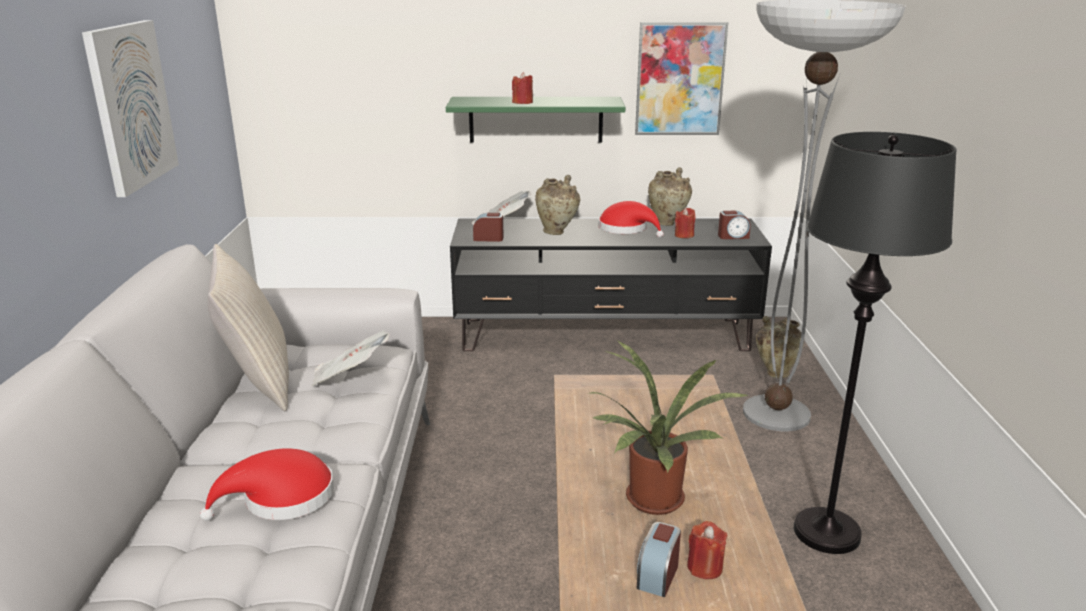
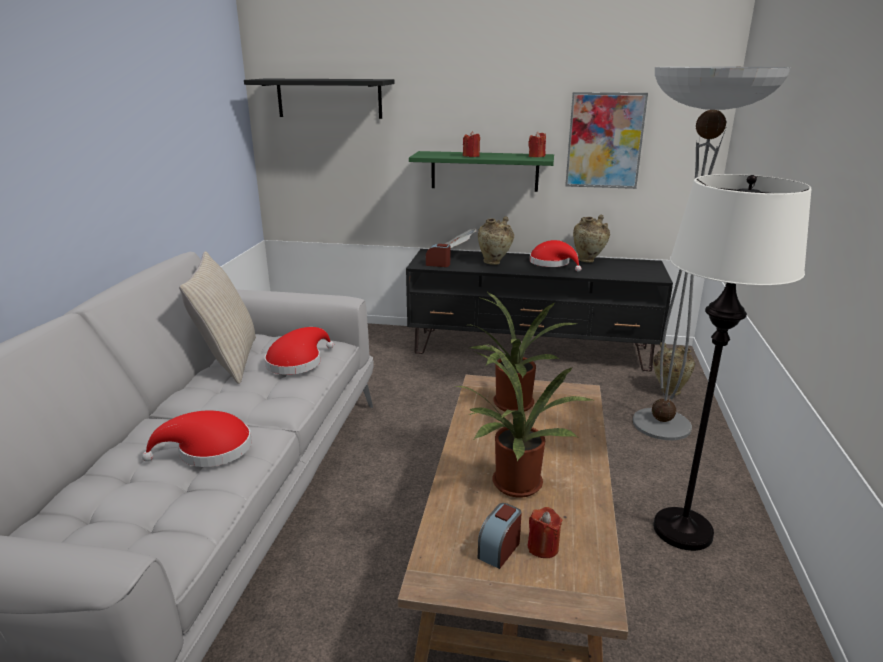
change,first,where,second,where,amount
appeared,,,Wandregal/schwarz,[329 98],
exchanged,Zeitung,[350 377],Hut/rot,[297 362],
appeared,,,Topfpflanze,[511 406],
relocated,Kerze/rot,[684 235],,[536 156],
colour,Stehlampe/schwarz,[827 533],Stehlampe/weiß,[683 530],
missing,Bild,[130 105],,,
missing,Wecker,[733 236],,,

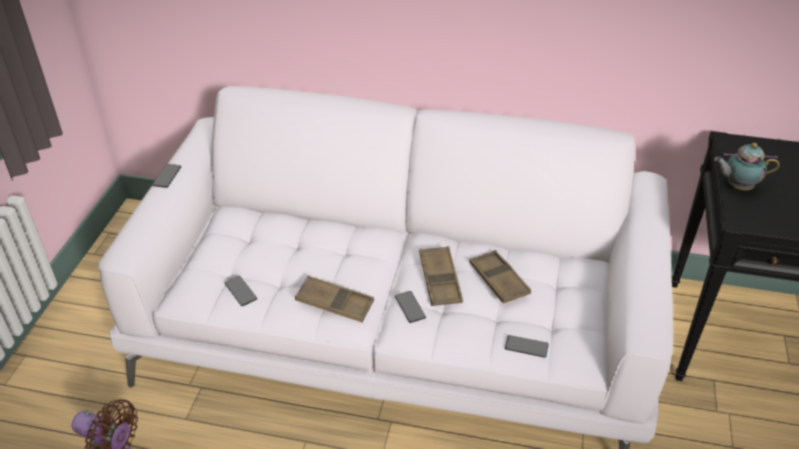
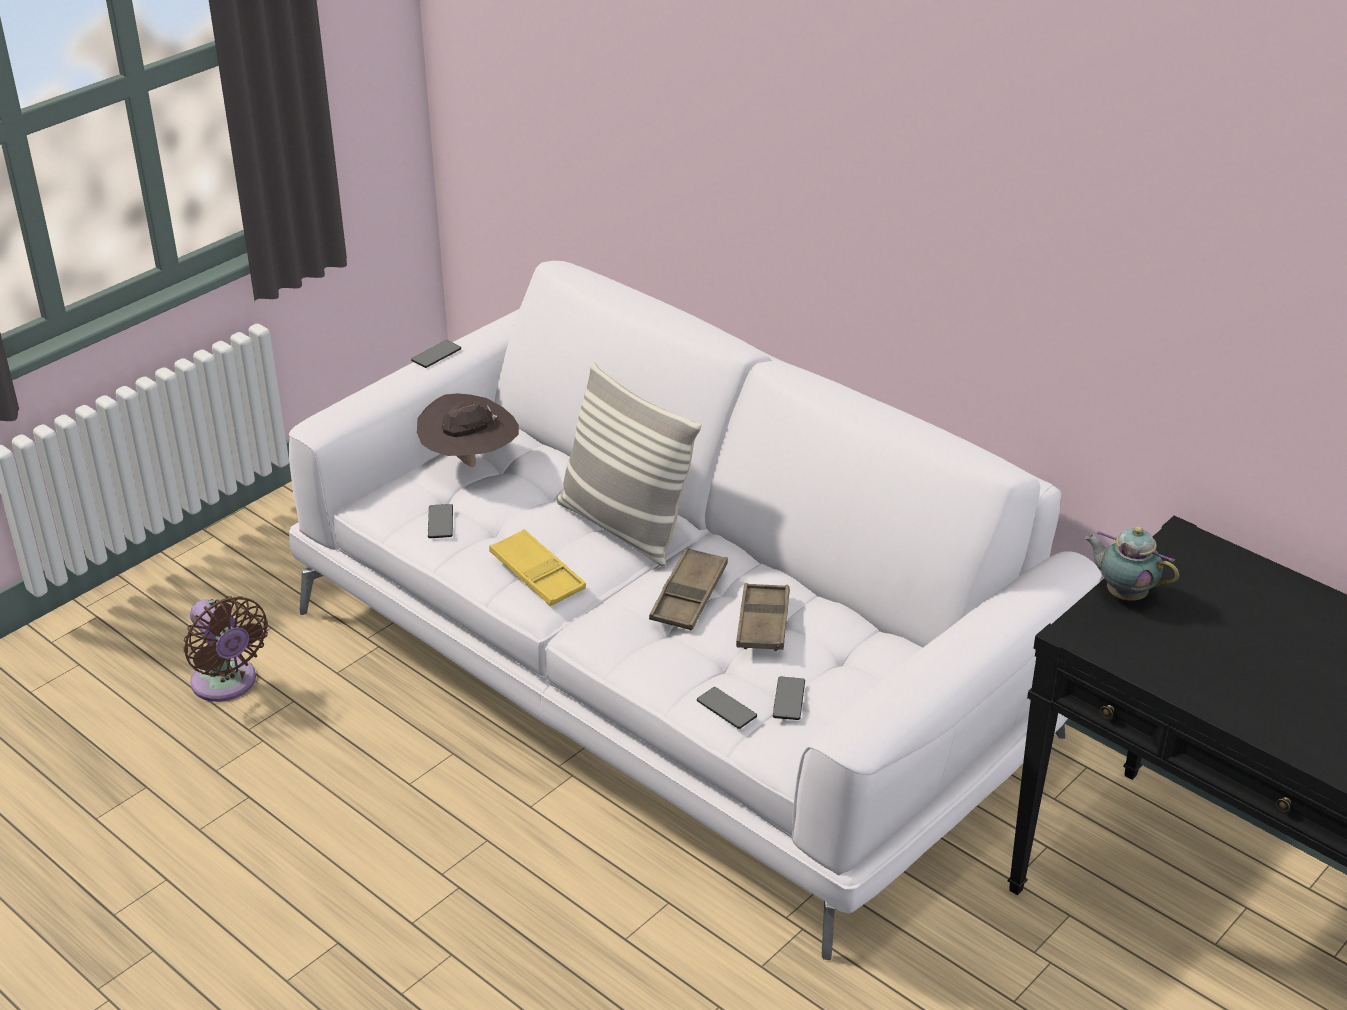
change,first,where,second,where,amount
appeared,,,Hut/braun,[470 462],
colour,Tablett/braun,[335 303],Tablett/gelb,[537 574],
appeared,,,Kissen,[623 527],
relocated,Handy,[410 307],,[788 699],

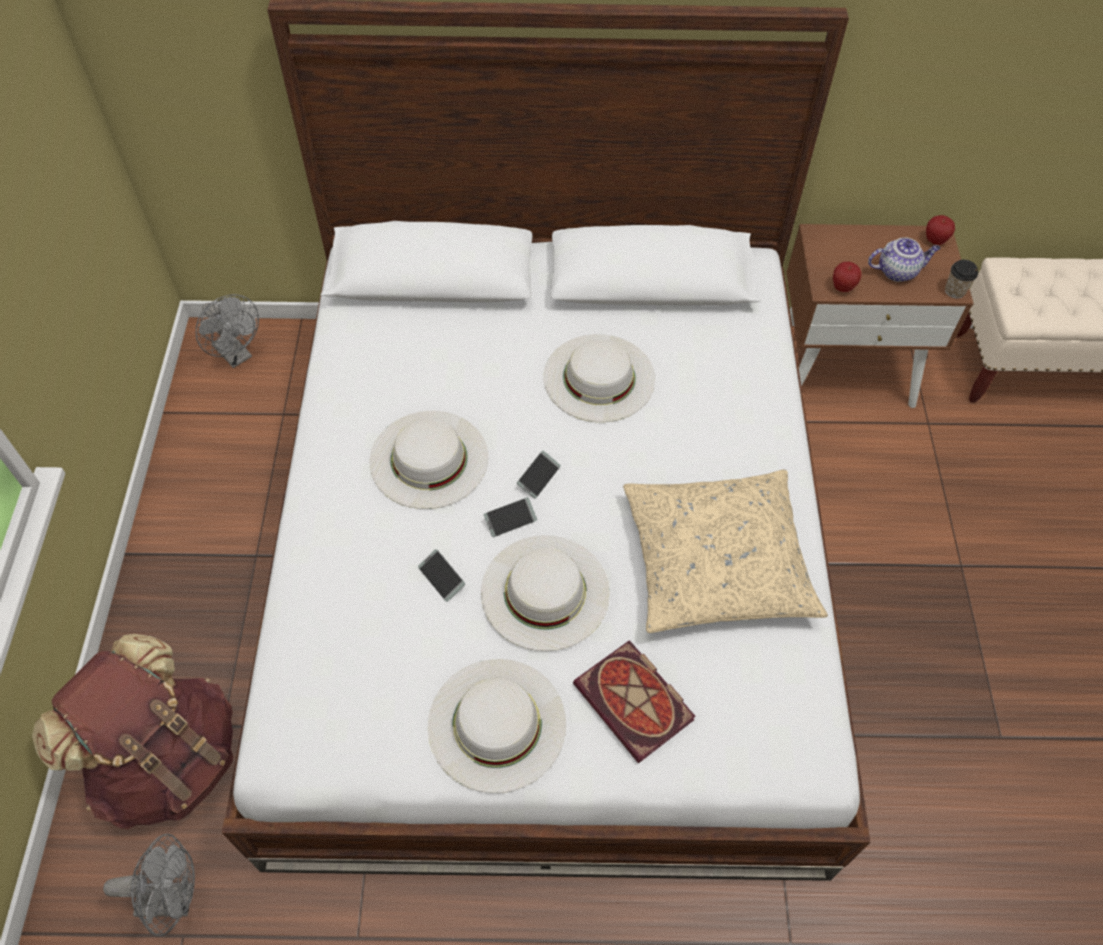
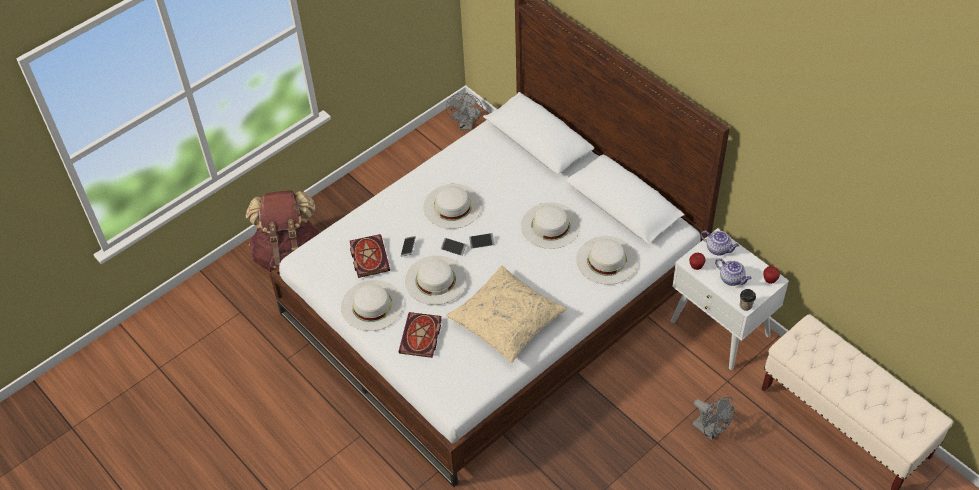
change,first,where,second,where,amount
appeared,,,Buch,[368 256],
appeared,,,Hut/weiß,[606 260],
colour,Nachttisch/braun,[845 368],Nachttisch/weiß,[720 328],
relocated,Ventilator/grau,[174 899],,[710 430],
appeared,,,Teekanne,[718 249],

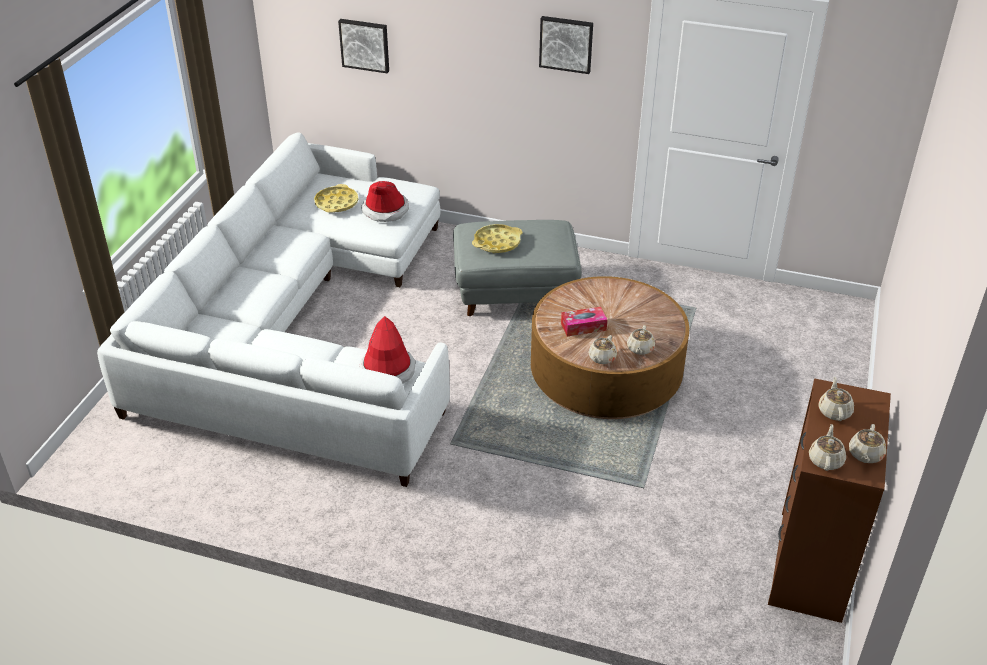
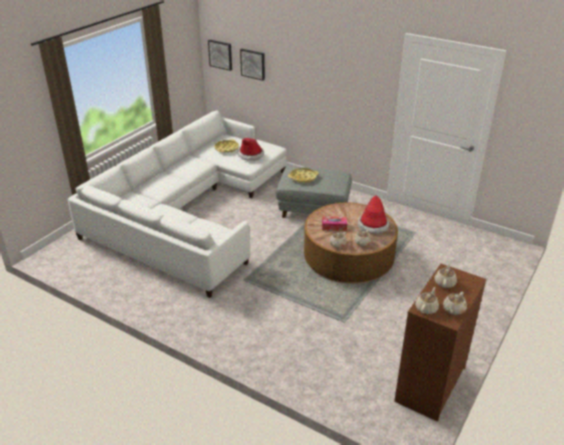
change,first,where,second,where,amount
relocated,Bild,[566 43],,[221 54],
relocated,Hut,[387 371],,[373 226],

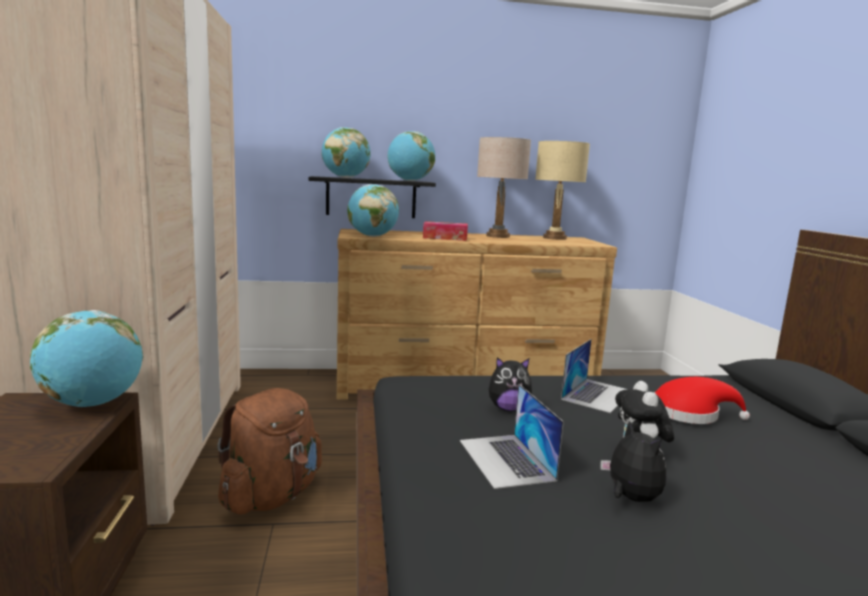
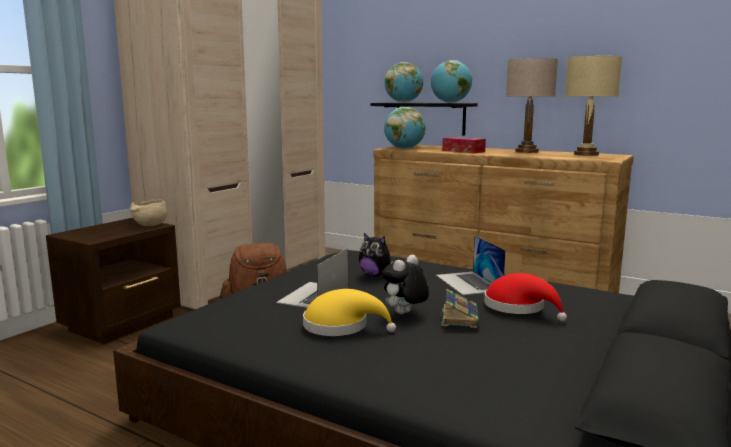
change,first,where,second,where,amount
exchanged,Globus,[93 404],Schüssel/beige,[150 225],
exchanged,Plüschtier,[630 498],Hut/gelb,[341 326],
spun,Laptop,[597 394],,[468 283],90 degrees clockwise
appeared,,,Buch,[459 318],

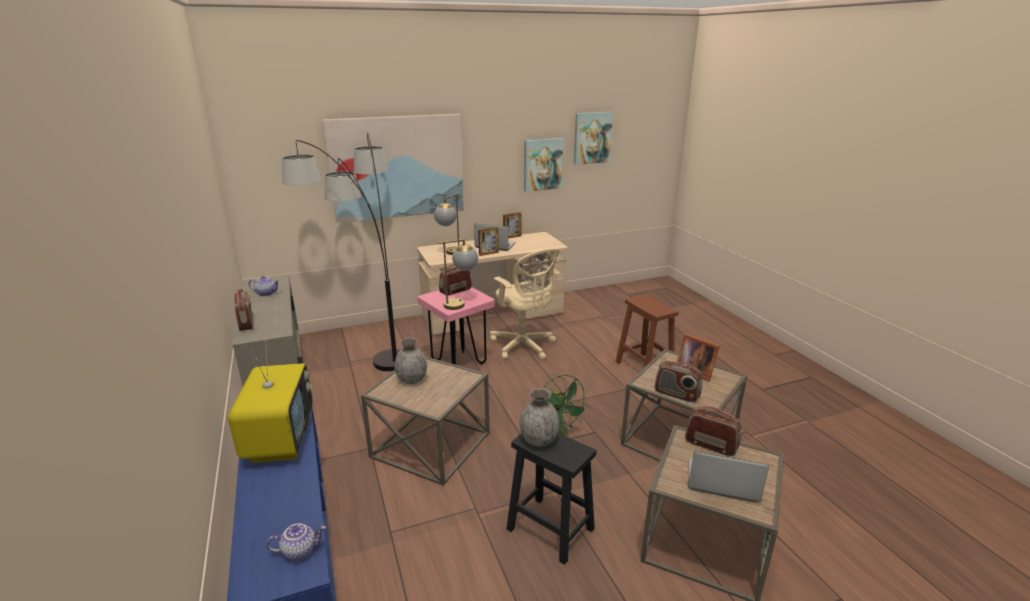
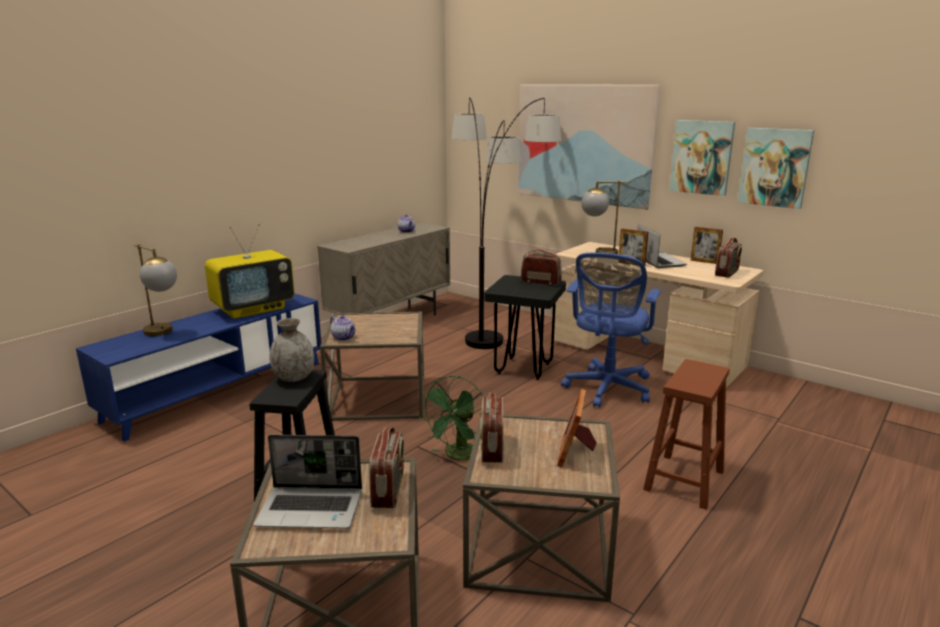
change,first,where,second,where,amount
relocated,Tischlampe,[461 304],,[164 333],
spun,Laptop,[721 482],,[312 508],105 degrees clockwise
relocated,Teekanne,[300 550],,[344 338],
colour,Hocker/rosa,[458 363],Hocker/schwarz,[523 368],
colour,Bürostuhl/beige,[524 347],Bürostuhl/blau,[607 389],
relocated,Bild,[592 138],,[701 157],
relocated,Radio,[246 323],,[727 273],
missing,Vase/grau,[412 380],,,

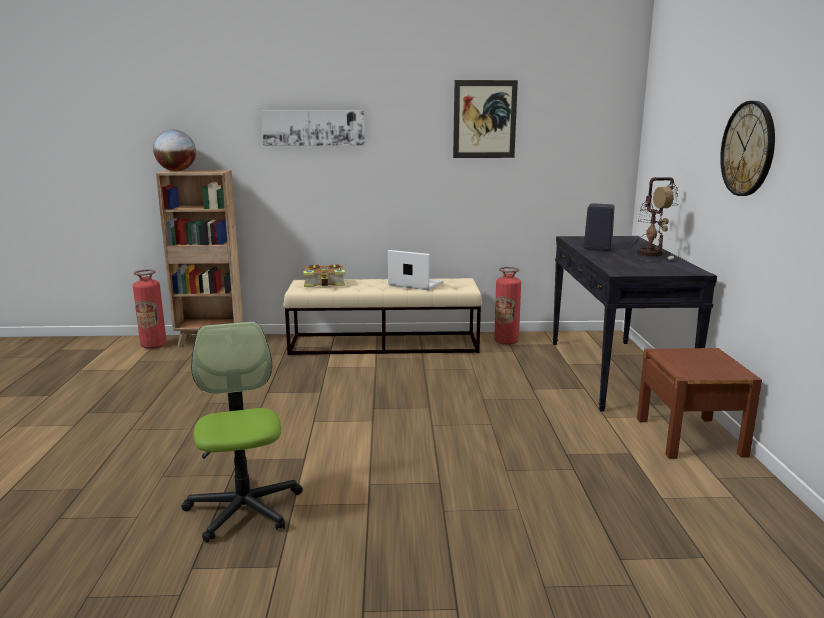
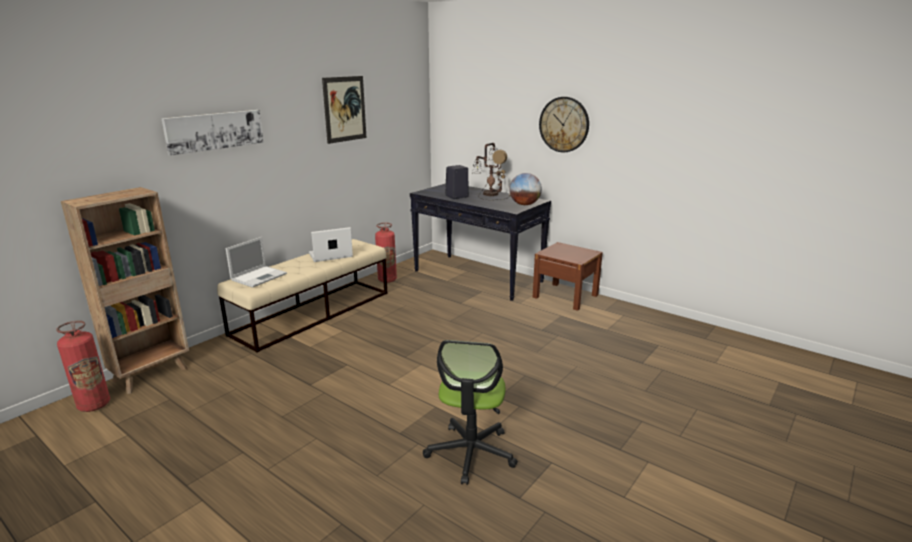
change,first,where,second,where,amount
exchanged,Buch,[325 283],Laptop,[259 276],
spun,Bürostuhl,[244 508],,[471 453],105 degrees counterclockwise
relocated,Globus,[177 171],,[524 204],

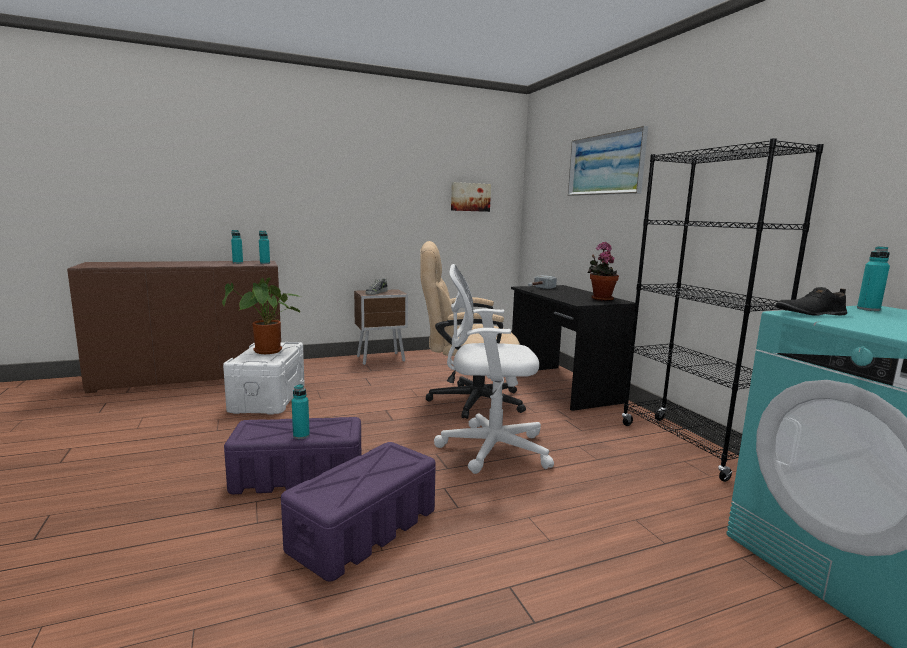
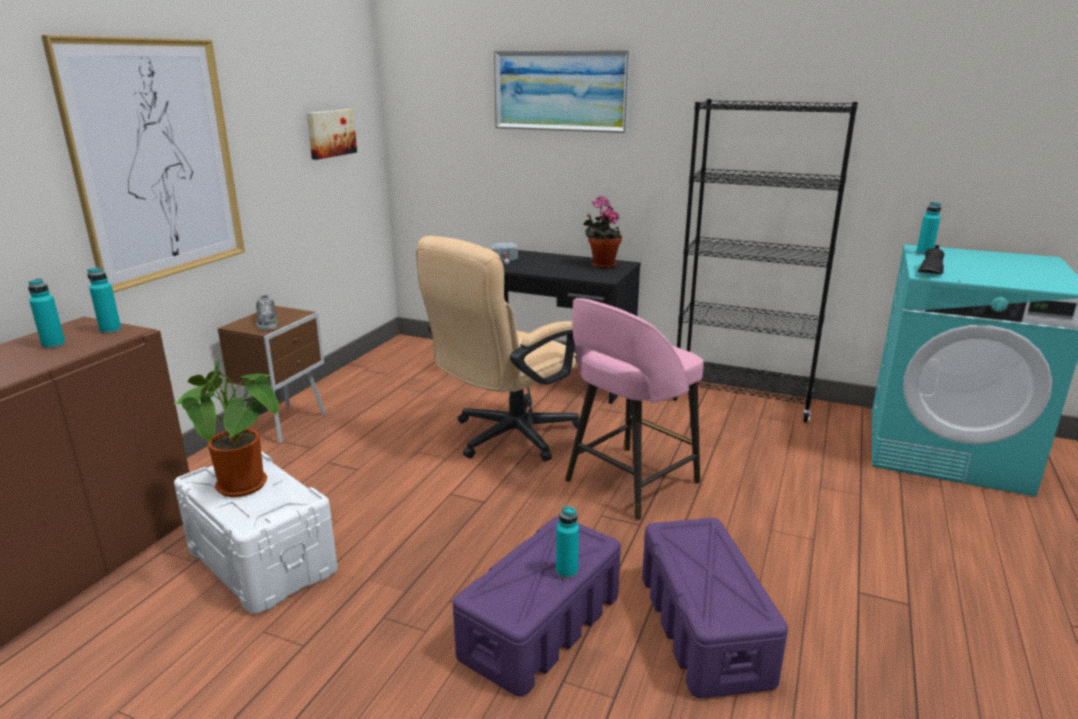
change,first,where,second,where,amount
appeared,,,Bild,[157 161],
exchanged,Bürostuhl/weiß,[488 448],Hocker/rosa,[629 483],

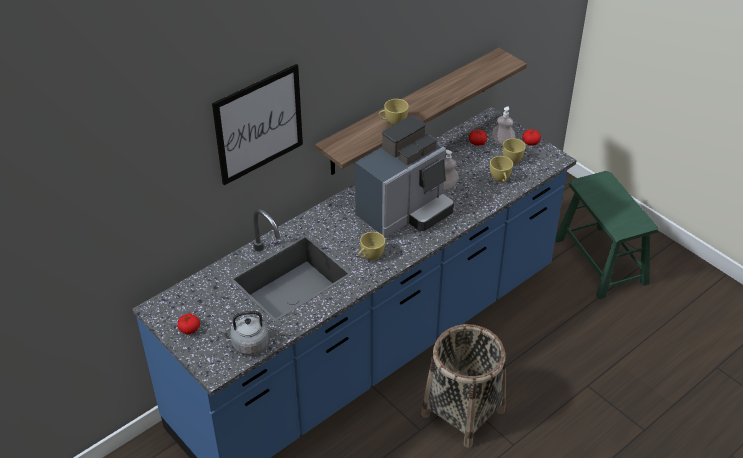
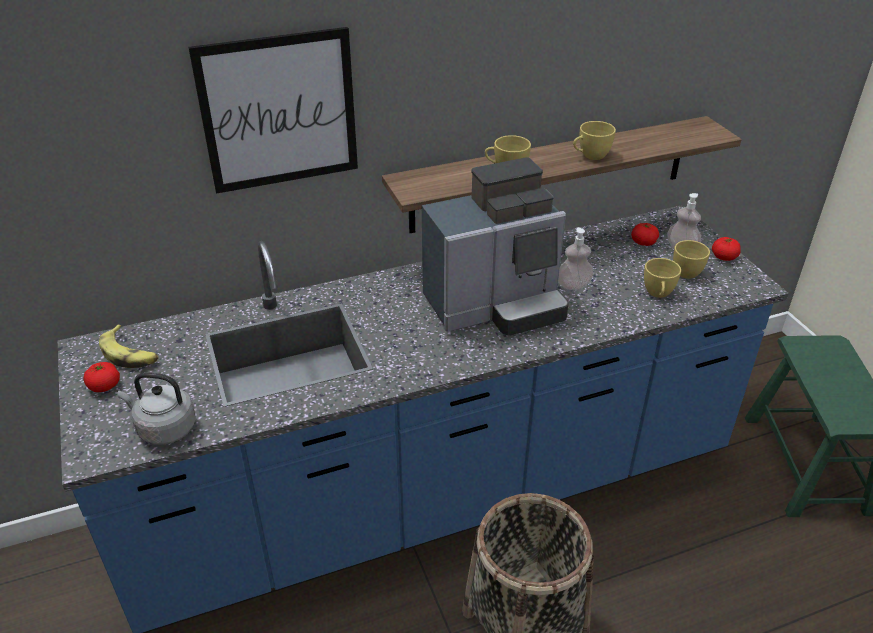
change,first,where,second,where,amount
appeared,,,Banane,[130 354],
relocated,Tasse/gelb,[370 256],,[590 156],

